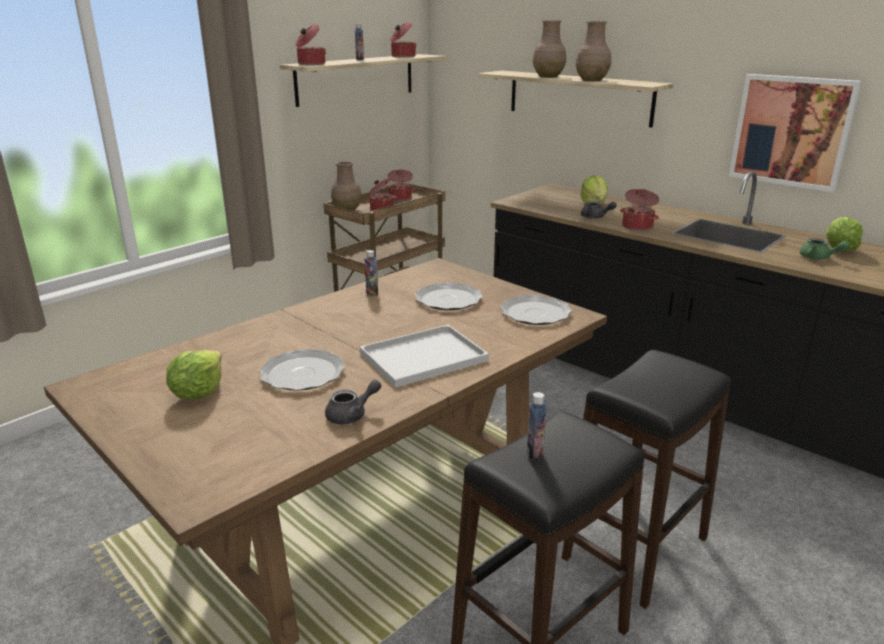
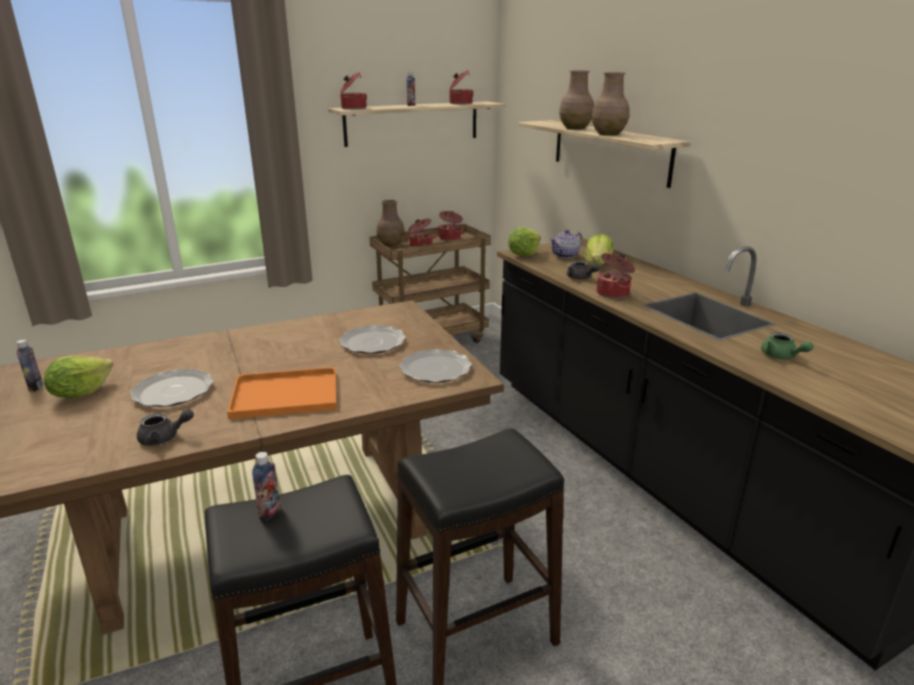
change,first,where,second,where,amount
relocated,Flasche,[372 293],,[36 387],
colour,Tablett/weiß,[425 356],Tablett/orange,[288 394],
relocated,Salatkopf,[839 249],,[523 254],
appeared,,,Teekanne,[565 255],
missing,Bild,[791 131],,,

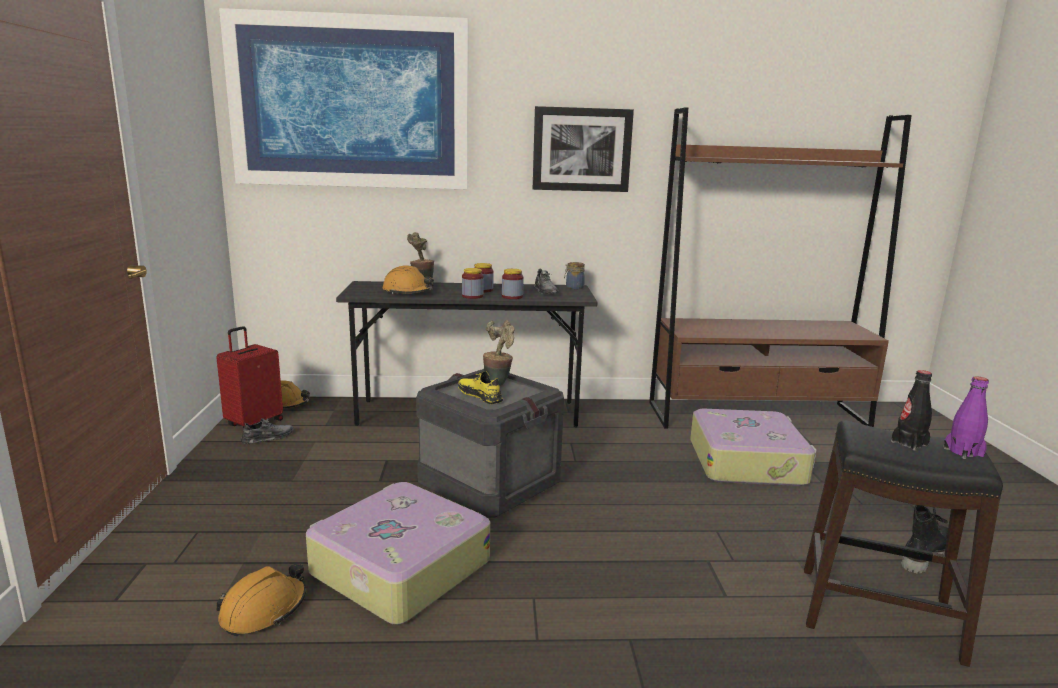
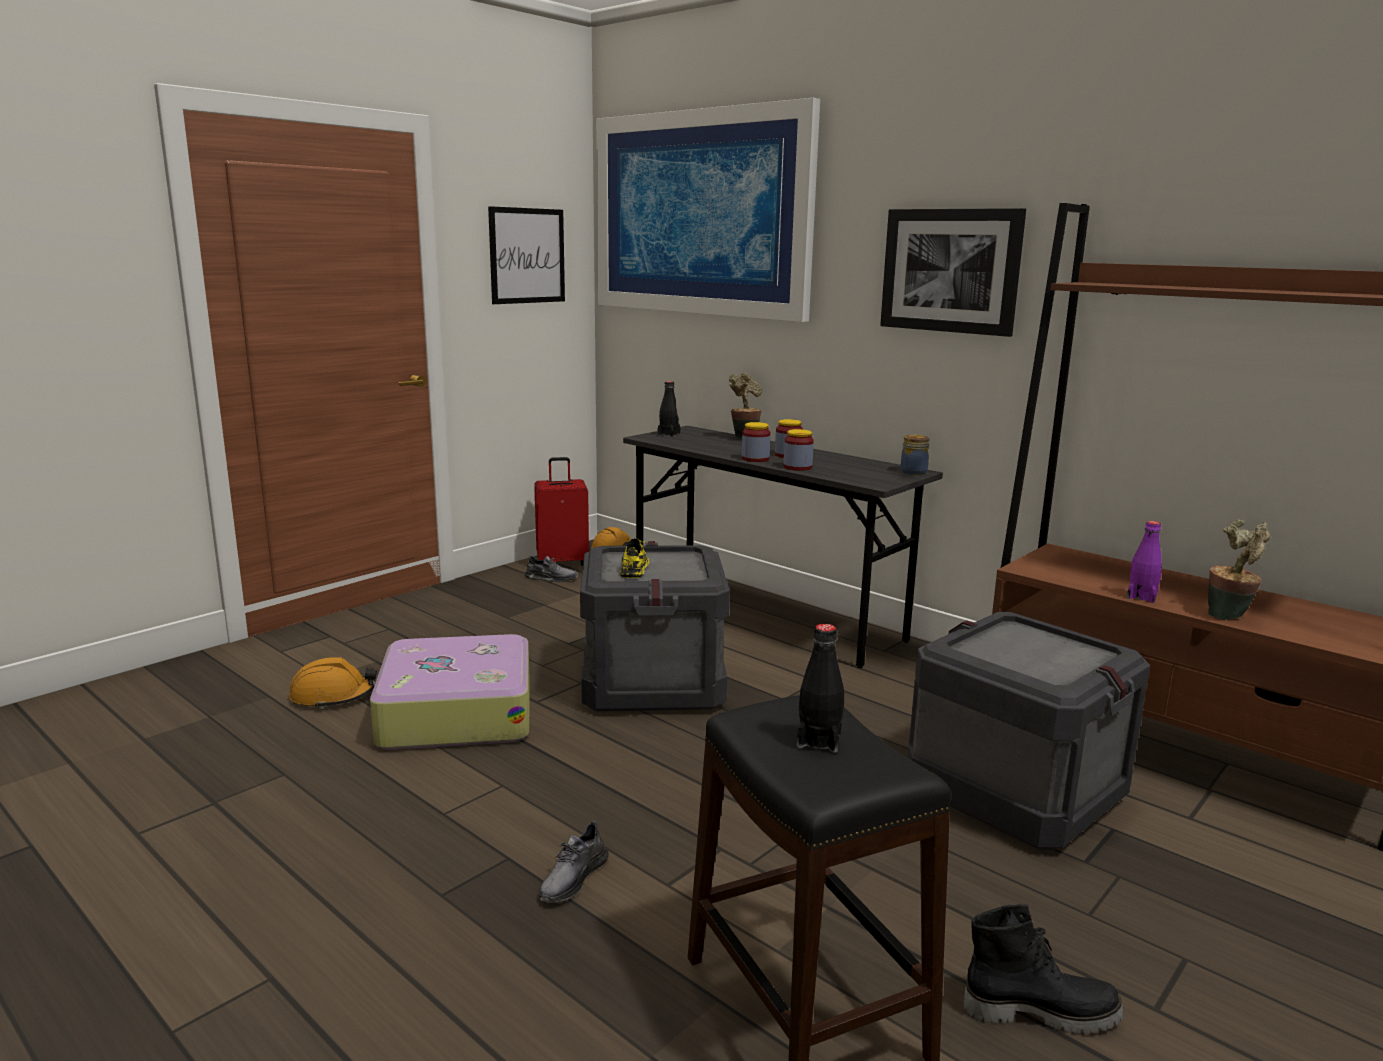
change,first,where,second,where,amount
appeared,,,Bild,[527 256],
relocated,Schuh/grau,[545 291],,[572 878],
appeared,,,Flasche/schwarz,[668 434],
exchanged,Koffer,[747 462],Kiste,[1015 791],
relocated,Flasche/lila,[963 452],,[1141 597],
relocated,Topfpflanze,[498 383],,[1230 616],
missing,Schutzhelm/orange,[408 292],,,

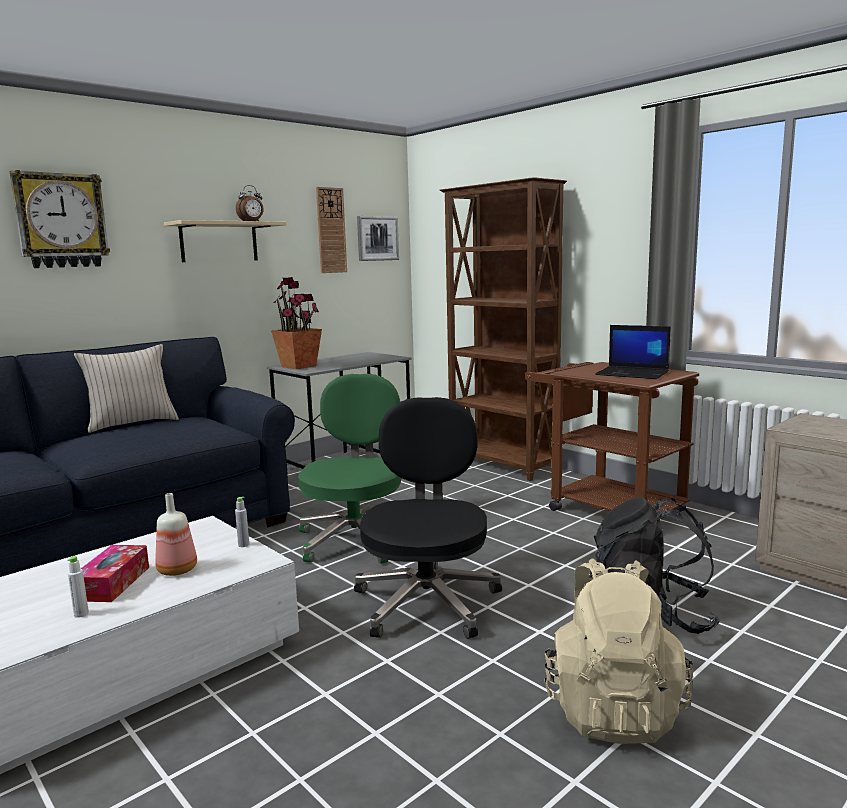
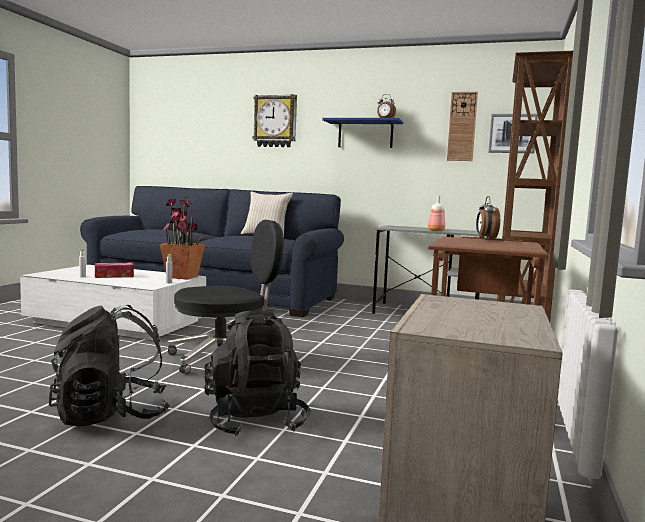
change,first,where,second,where,amount
colour,Rucksack/beige,[612 708],Rucksack/schwarz,[111 416],
relocated,Topfpflanze,[299 366],,[182 277],
colour,Wandregal/beige,[219 242],Wandregal/blau,[365 134],
relocated,Flasche,[178 570],,[436 230],
appeared,,,Wecker,[486 238],
missing,Bürostuhl/grün,[356 539],,,
missing,Laptop,[633 373],,,

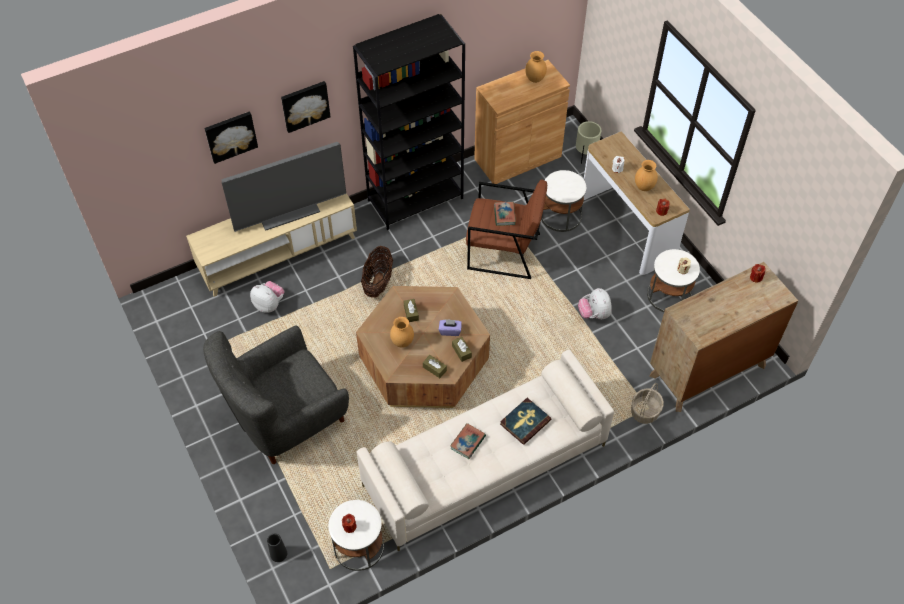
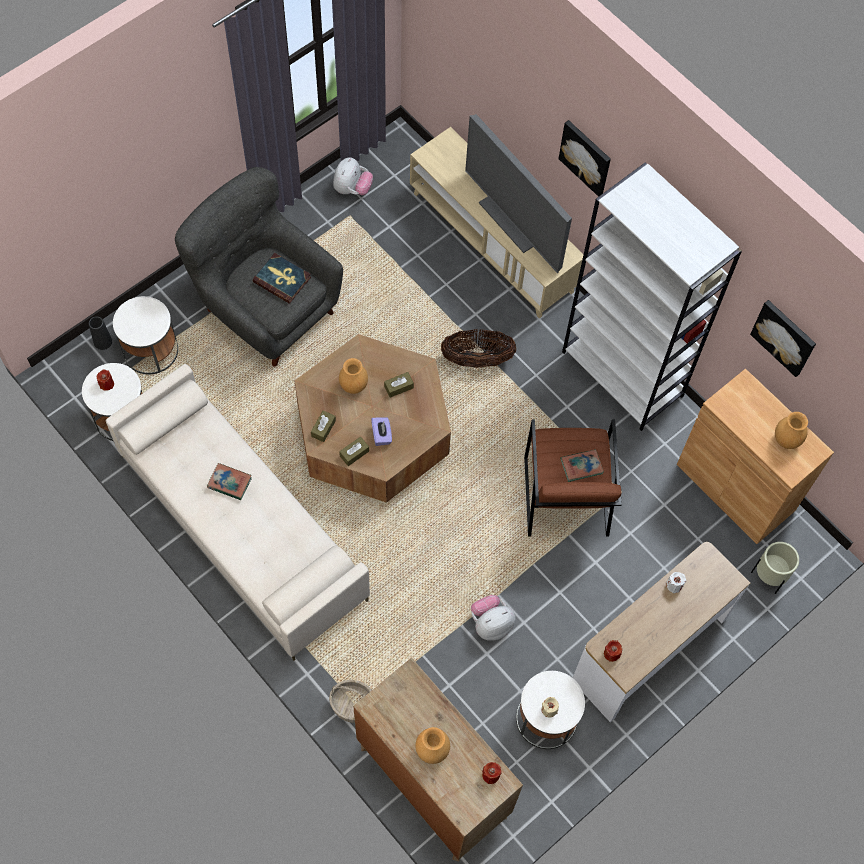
change,first,where,second,where,amount
relocated,Beistelltisch/weiß,[561 216],,[150 350],
relocated,Buch,[525 422],,[282 279],
relocated,Plüschtier,[269 304],,[352 189],
relocated,Vase/braun,[644 187],,[433 750],
colour,Bücherregal/schwarz,[415 199],Bücherregal/weiß,[623 374],
relocated,Bild,[230 136],,[784 337],

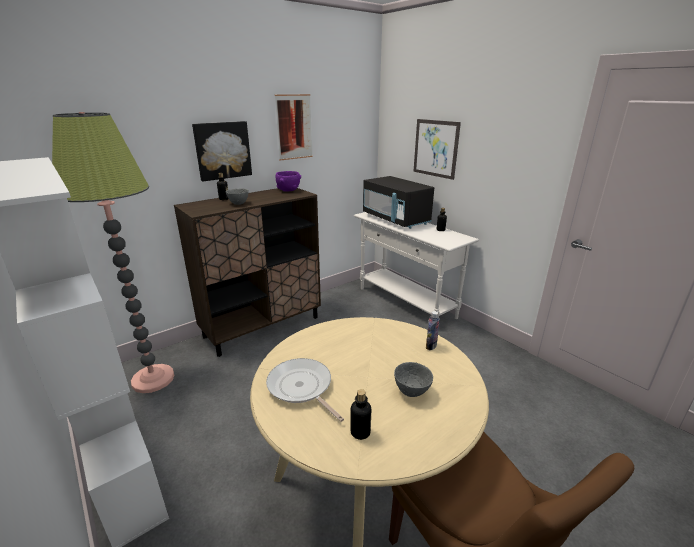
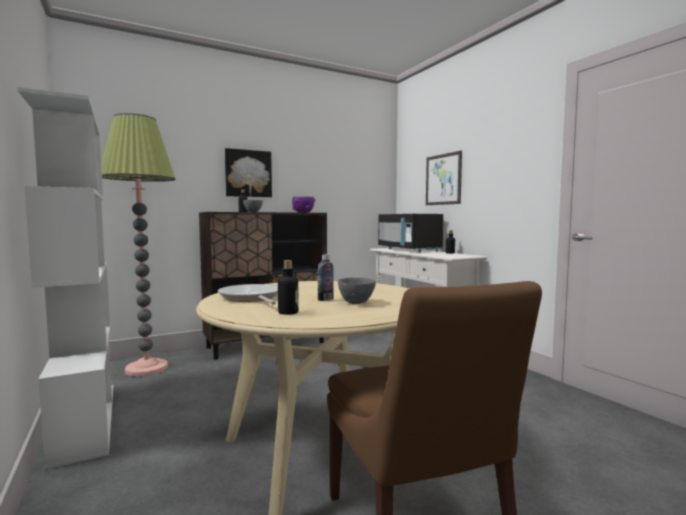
change,first,where,second,where,amount
relocated,Flasche,[431 346],,[325 299],
missing,Bild,[294 127],,,

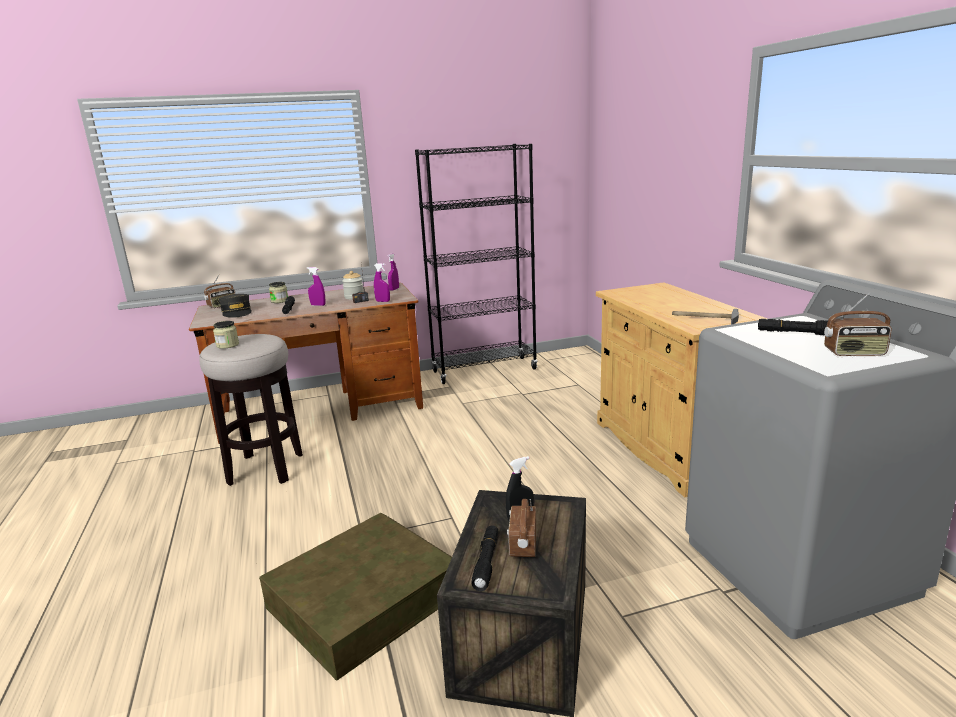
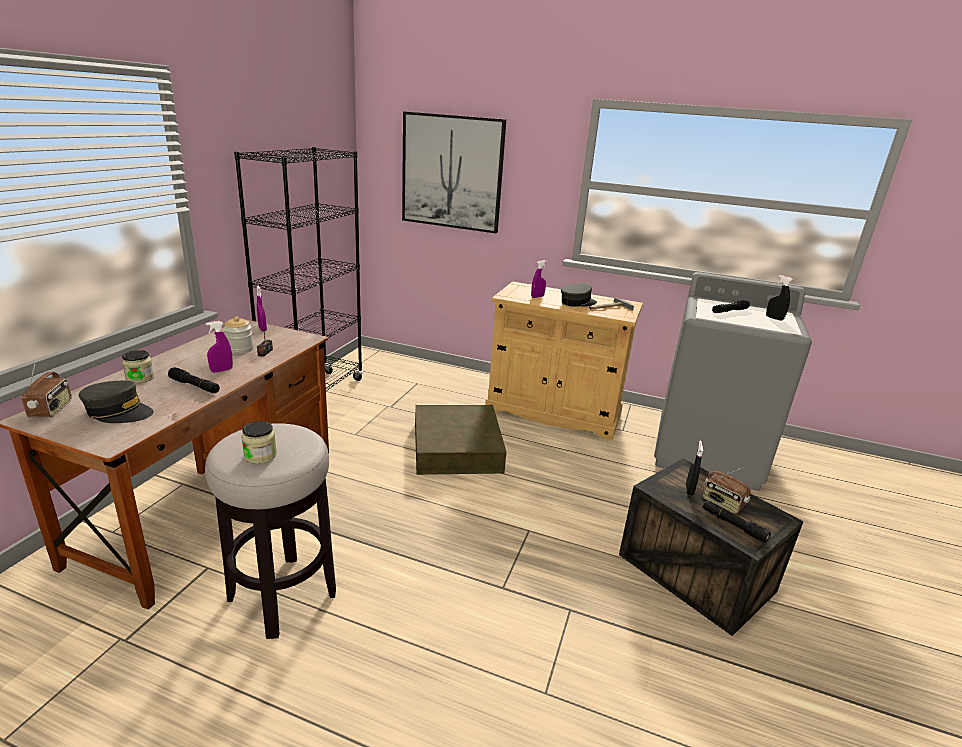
change,first,where,second,where,amount
appeared,,,Bild,[452 172],
relocated,Aufbewahrungsbox/braun,[363 600],,[456 447],
relocated,Sprühflasche/lila,[383 301],,[537 297],
appeared,,,Kappe/grau,[577 302],
exchanged,Radio,[854 353],Sprühflasche/schwarz,[774 318],

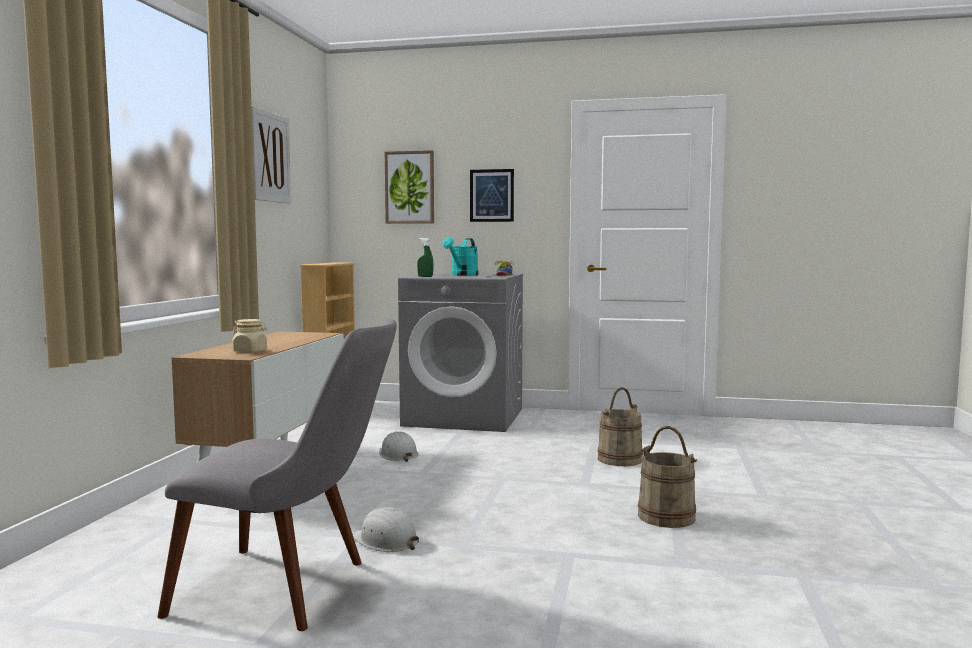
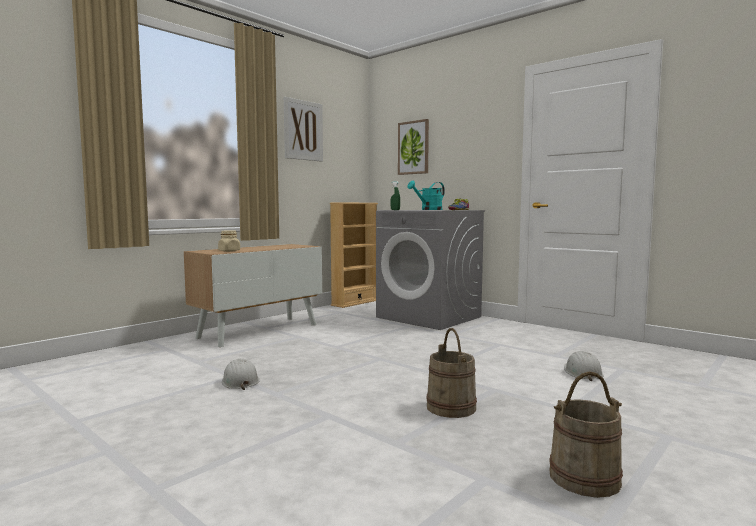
change,first,where,second,where,amount
relocated,Eimer/beige,[619 459],,[584 477],
relocated,Schutzhelm/weiß,[397 454],,[582 372],
missing,Stuhl/grau,[293 588],,,
missing,Bild,[491 195],,,

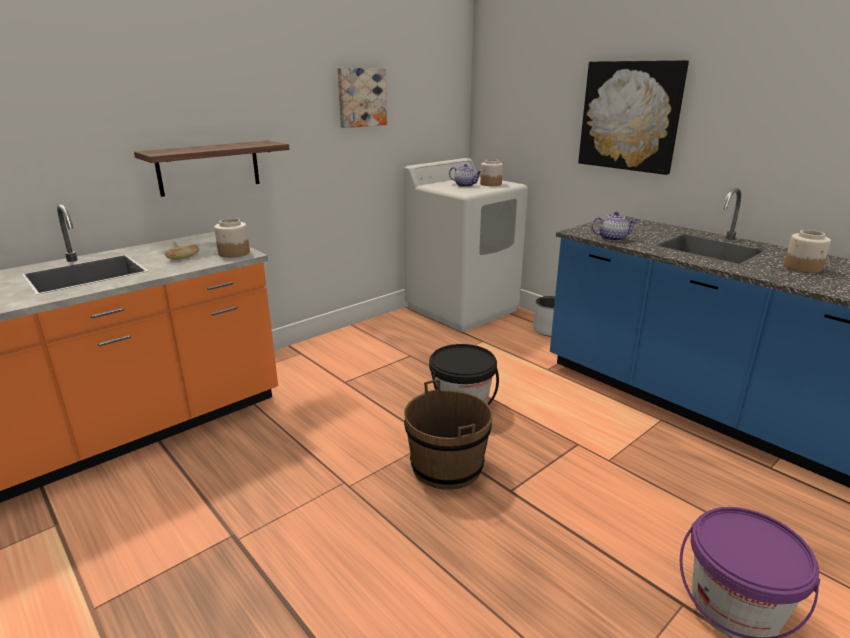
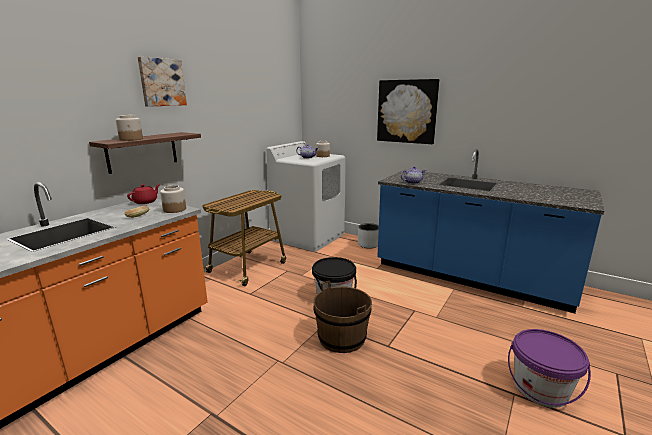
change,first,where,second,where,amount
relocated,Vorratsglas,[803 267],,[131 139],
appeared,,,Teekanne/rot,[146 202],
relocated,Bild,[361 97],,[162 82],
appeared,,,Rollwagen,[248 267],

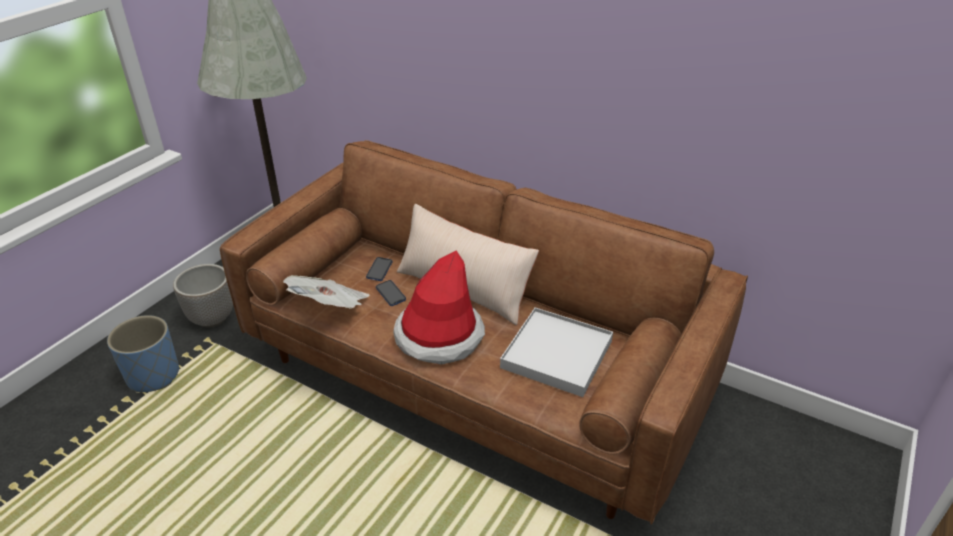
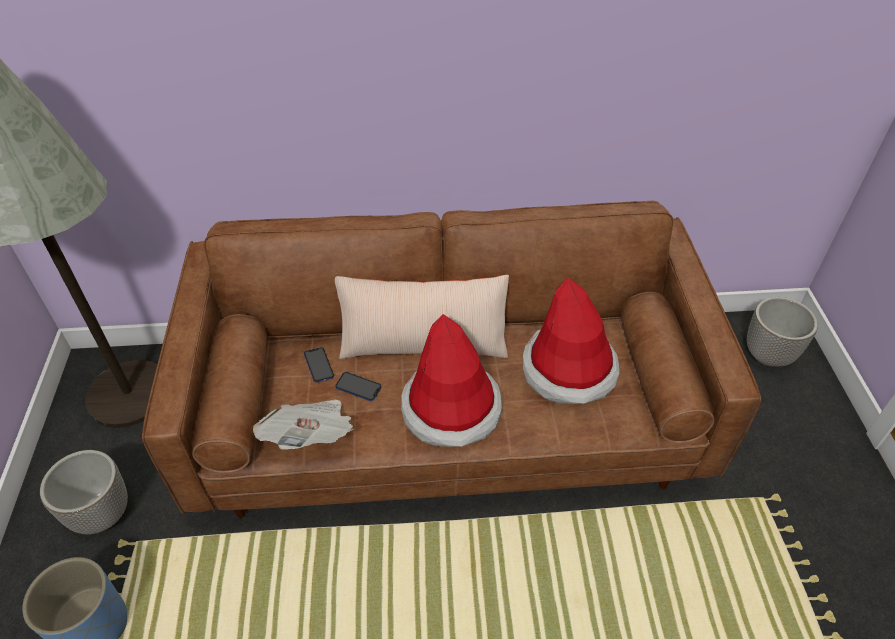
change,first,where,second,where,amount
exchanged,Tablett/weiß,[556 354],Hut,[569 369],
appeared,,,Pflanzkübel,[767 356],

